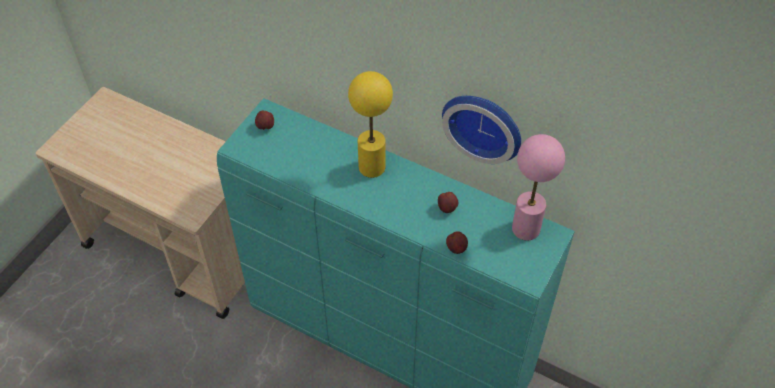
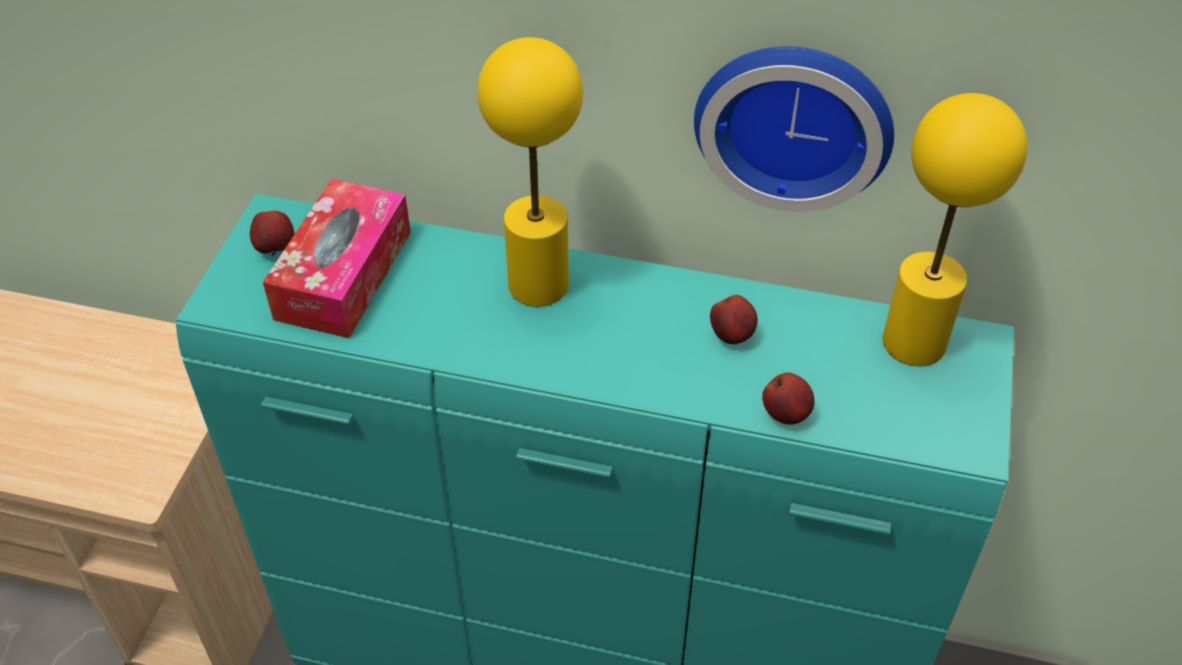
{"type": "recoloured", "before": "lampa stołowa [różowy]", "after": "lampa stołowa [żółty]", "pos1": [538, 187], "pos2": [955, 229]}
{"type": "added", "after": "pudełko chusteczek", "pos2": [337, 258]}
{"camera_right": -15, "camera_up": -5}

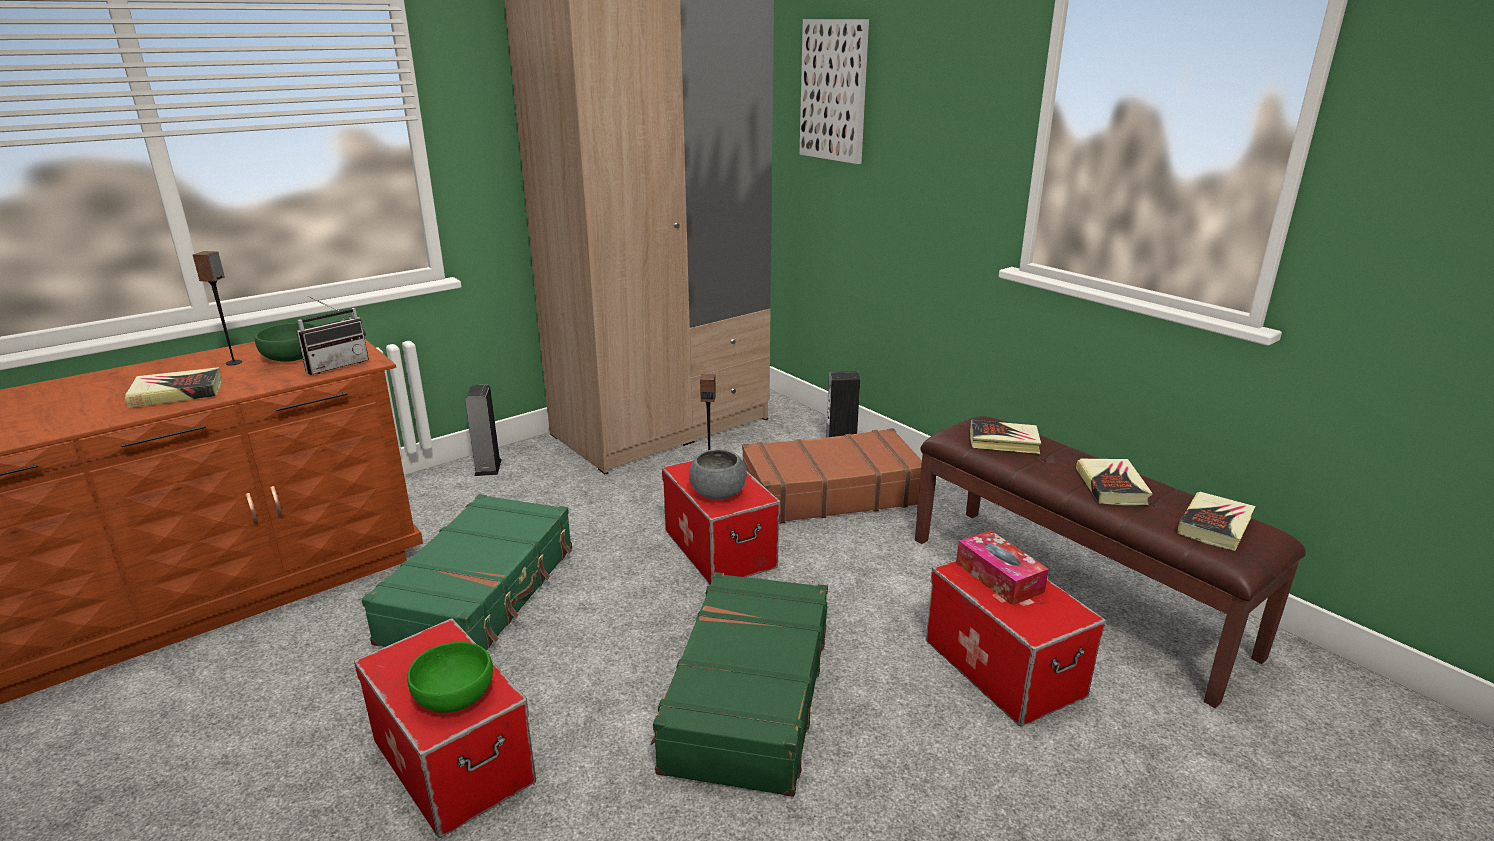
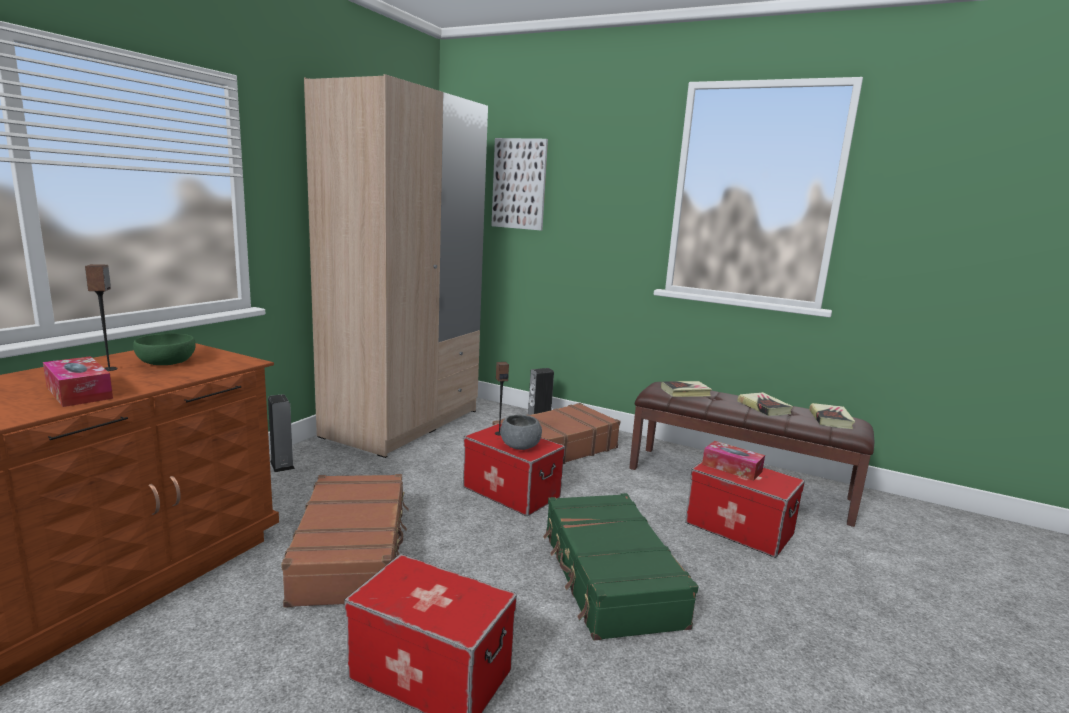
{"type": "removed", "before": "radio", "pos1": [332, 335]}
{"type": "replaced", "before": "książka", "after": "pudełko chusteczek", "pos1": [173, 387], "pos2": [78, 381]}
{"type": "recoloured", "before": "walizka [zielony]", "after": "walizka [brązowy]", "pos1": [466, 572], "pos2": [345, 541]}
{"type": "removed", "before": "miska [zielony]", "pos1": [450, 677]}
{"camera_right": -25, "camera_up": -10}

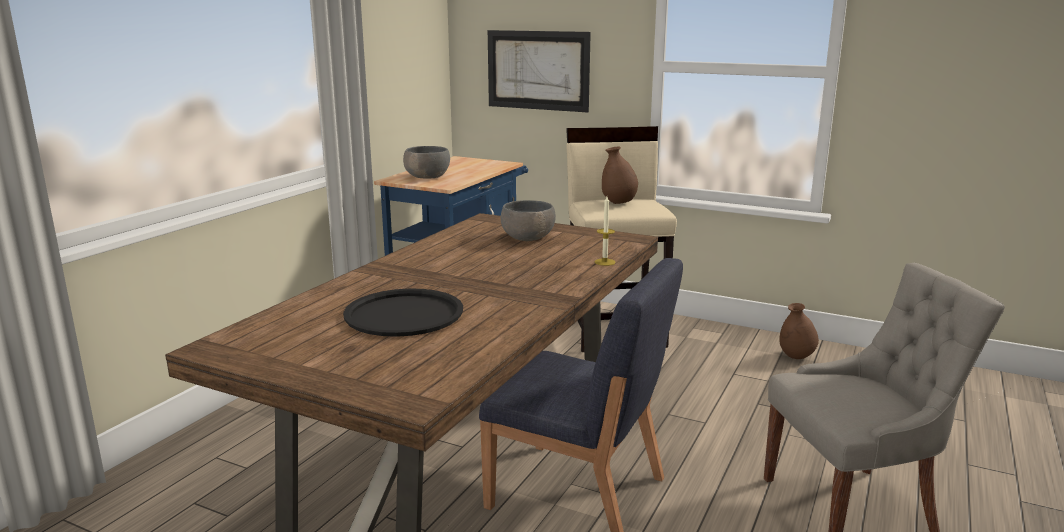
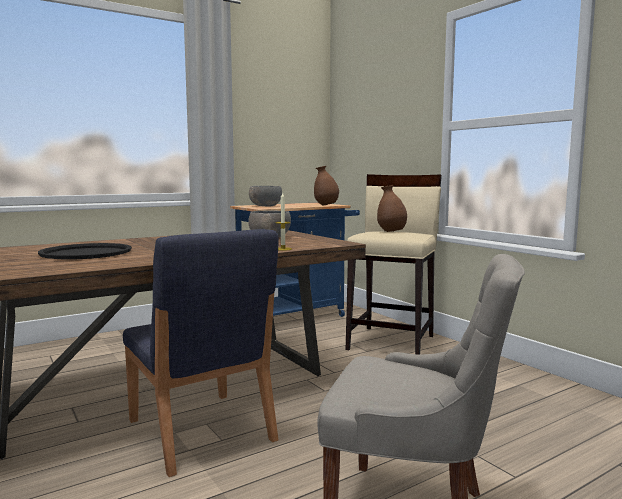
{"type": "removed", "before": "obraz", "pos1": [539, 71]}
{"type": "moved", "before": "wazon [brązowy]", "pos1": [799, 331], "pos2": [326, 185]}
{"camera_right": 30, "camera_up": -10}

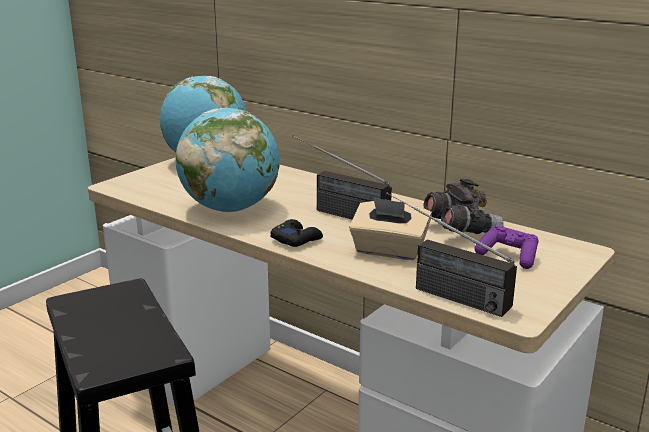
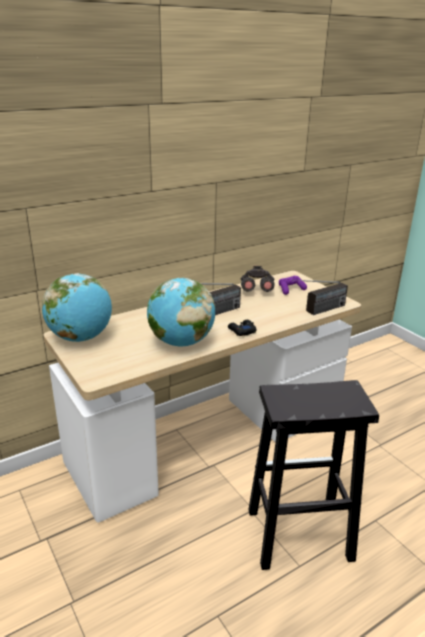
{"type": "removed", "before": "pudełko chusteczek [beżowy]", "pos1": [390, 228]}
{"camera_right": -70, "camera_up": 5}

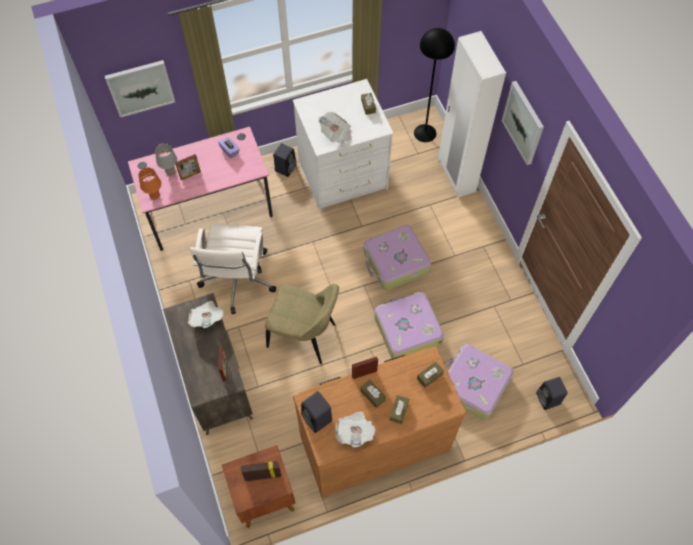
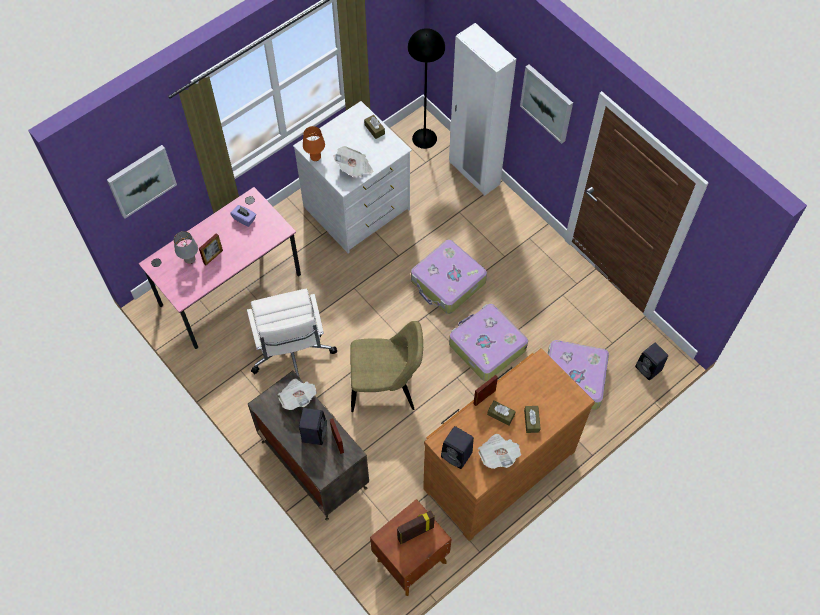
{"type": "moved", "before": "głośnik [czarny]", "pos1": [284, 160], "pos2": [313, 426]}
{"type": "moved", "before": "lampa stołowa [pomarańczowy]", "pos1": [149, 183], "pos2": [314, 143]}
{"type": "removed", "before": "pudełko chusteczek [brązowy]", "pos1": [430, 375]}
{"camera_right": -20, "camera_up": 0}

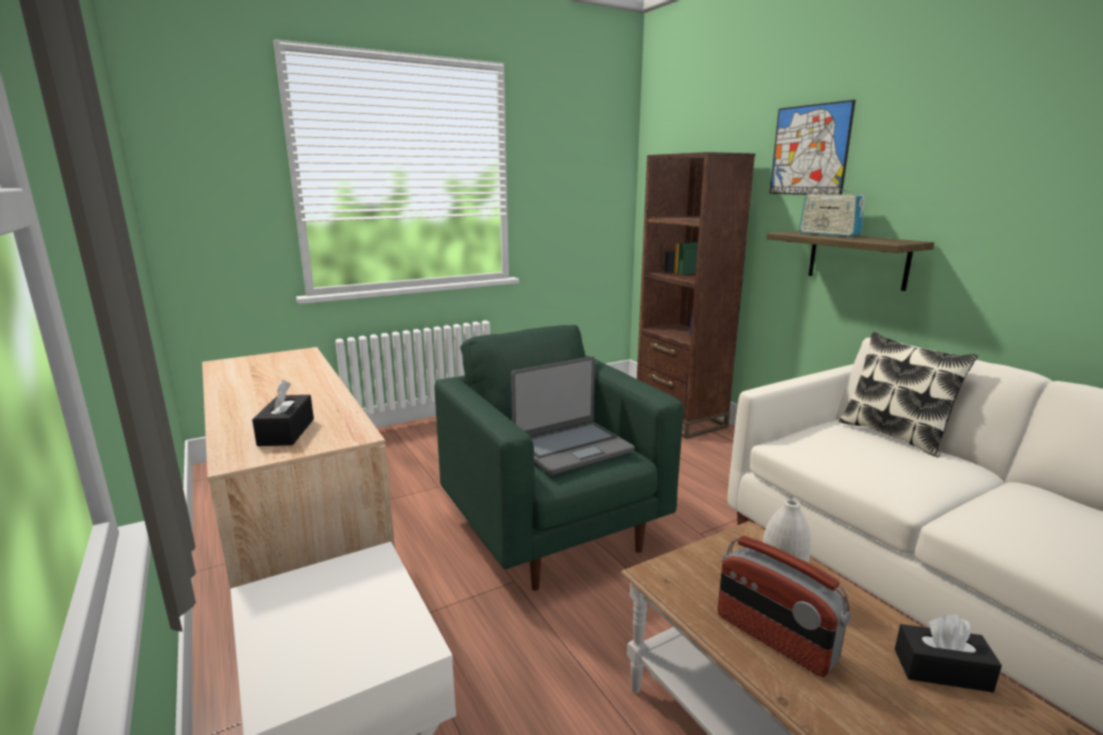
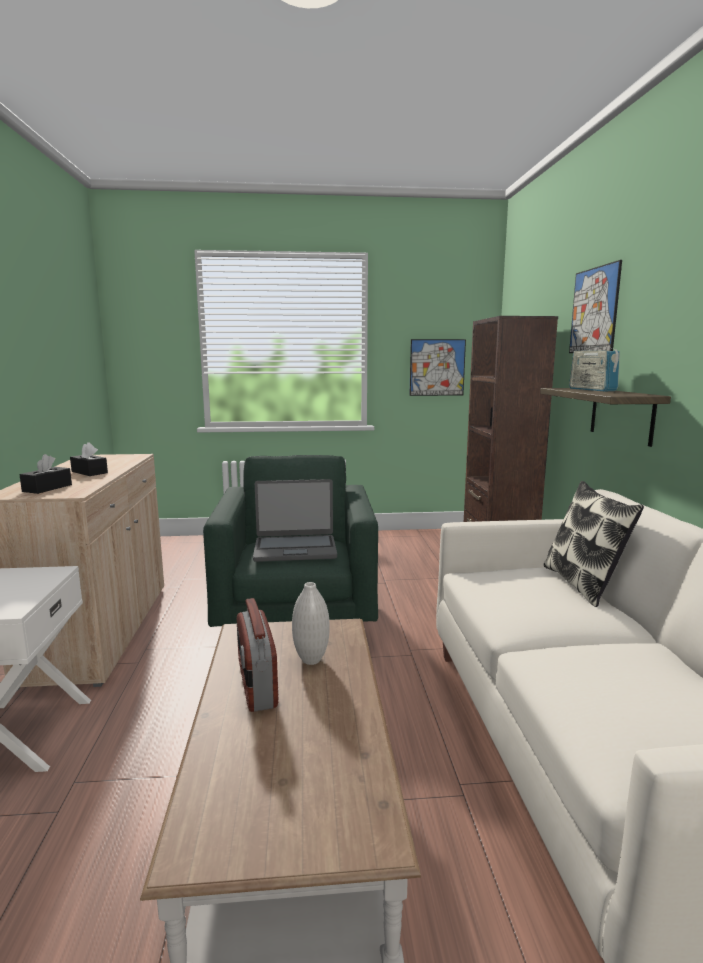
{"type": "moved", "before": "pudełko chusteczek [czarny]", "pos1": [948, 653], "pos2": [89, 459]}
{"type": "added", "after": "obraz", "pos2": [437, 367]}
{"camera_right": 25, "camera_up": -5}

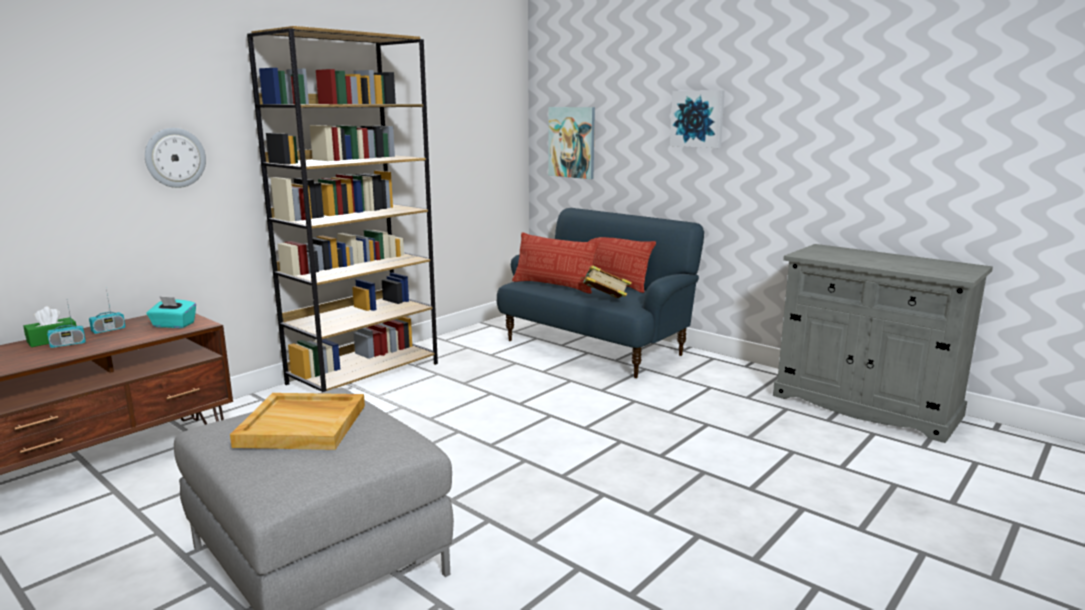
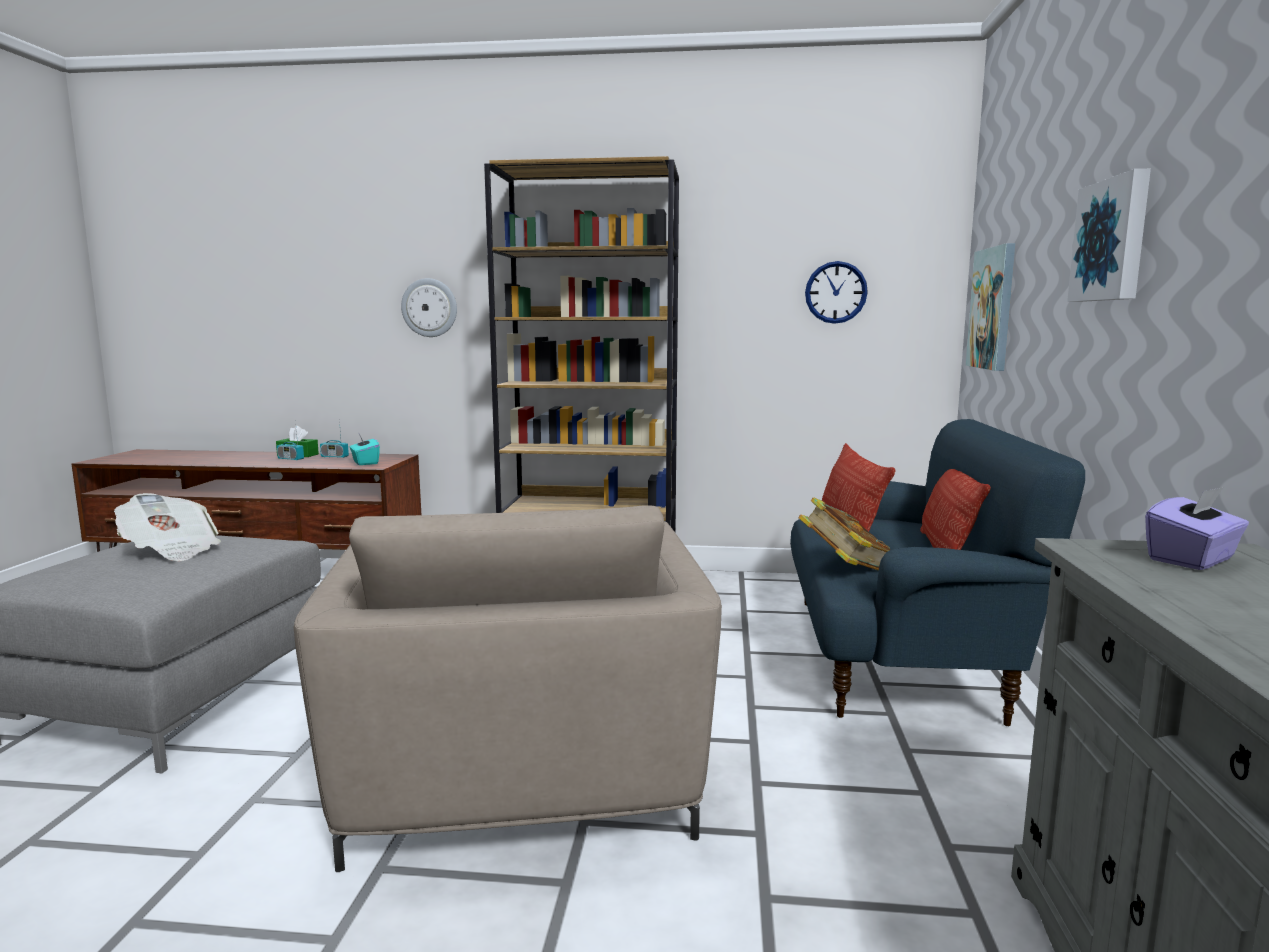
{"type": "replaced", "before": "taca [beżowy]", "after": "gazeta", "pos1": [297, 421], "pos2": [167, 527]}
{"type": "added", "after": "zegar ścienny", "pos2": [836, 292]}
{"type": "added", "after": "pudełko chusteczek [fioletowy]", "pos2": [1197, 528]}
{"type": "added", "after": "fotel [beżowy]", "pos2": [508, 688]}
{"camera_right": 55, "camera_up": -5}

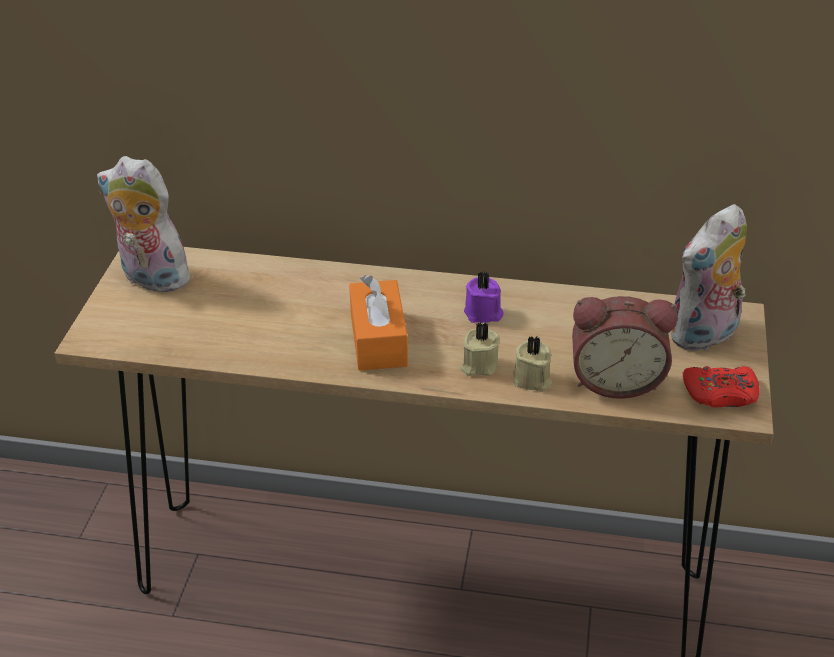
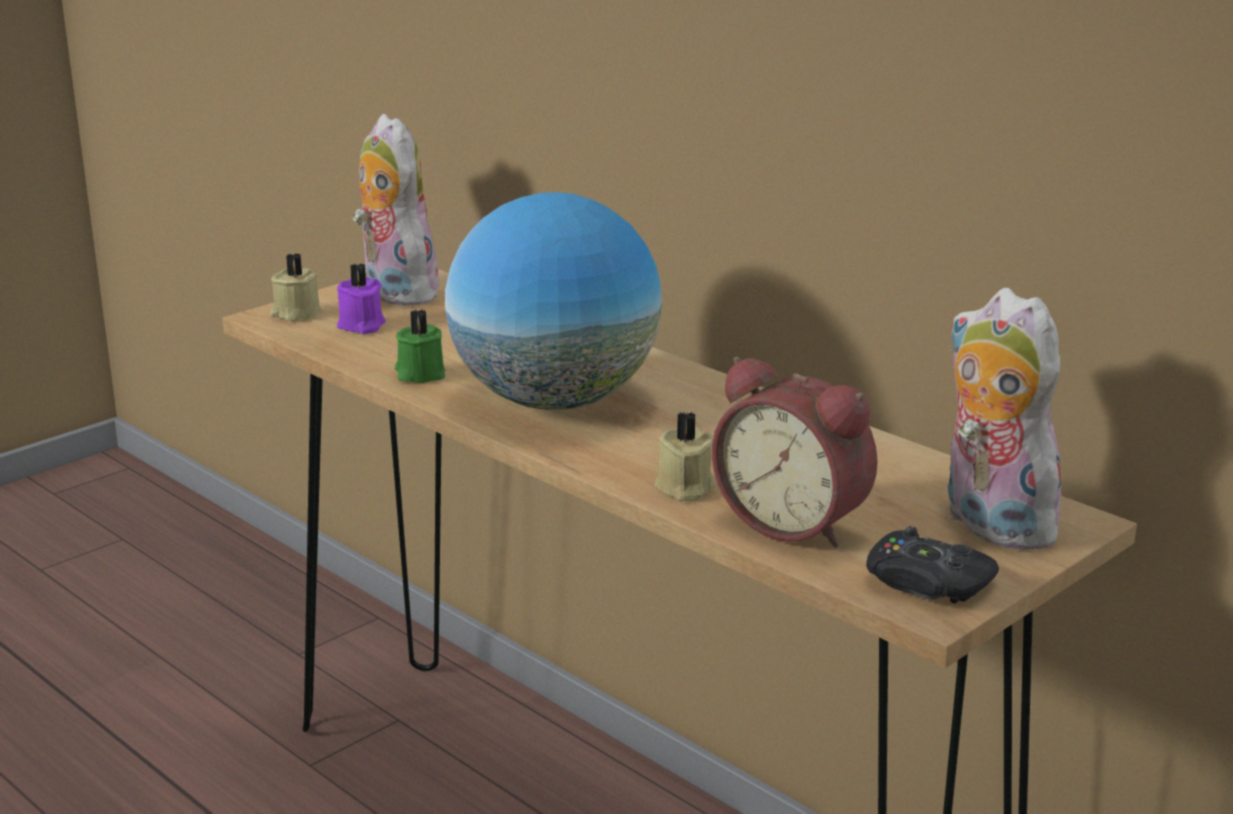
{"type": "turned", "before": "pluszak", "pos1": [709, 277], "pos2": [1010, 419], "turn": 60}
{"type": "moved", "before": "świeca [fioletowy]", "pos1": [484, 297], "pos2": [361, 299]}
{"type": "replaced", "before": "pudełko chusteczek [pomarańczowy]", "after": "globus", "pos1": [378, 323], "pos2": [553, 301]}
{"type": "moved", "before": "świeca [beżowy]", "pos1": [480, 349], "pos2": [296, 287]}
{"type": "recoloured", "before": "pad do gier [czerwony]", "after": "pad do gier [czarny]", "pos1": [721, 386], "pos2": [932, 564]}
{"type": "added", "after": "świeca [zielony]", "pos2": [420, 346]}
{"camera_right": 35, "camera_up": -15}

